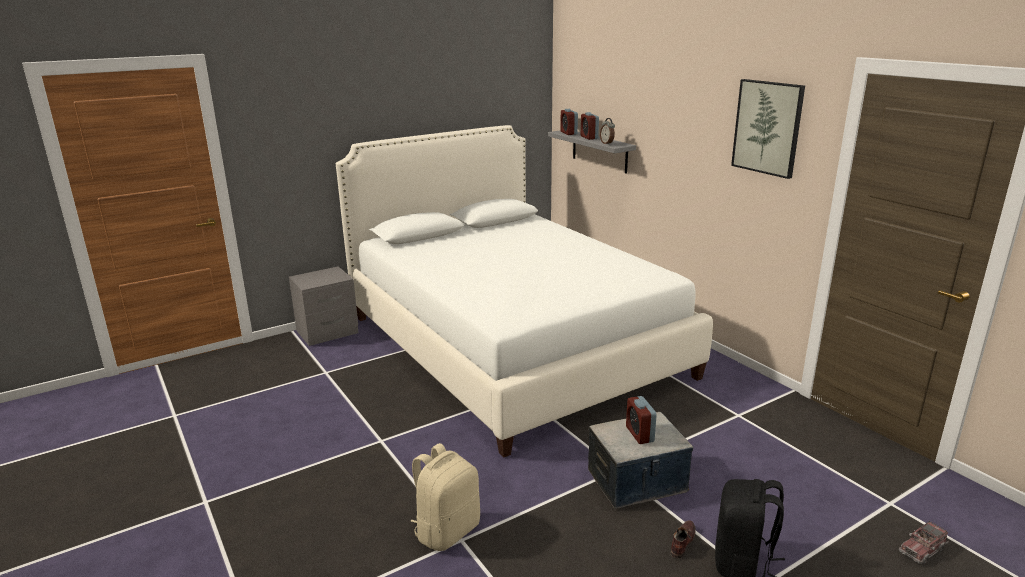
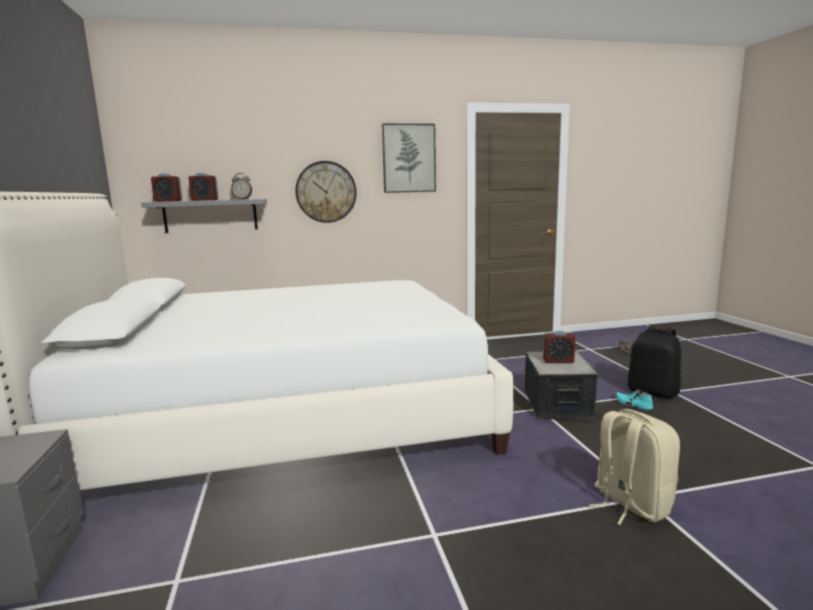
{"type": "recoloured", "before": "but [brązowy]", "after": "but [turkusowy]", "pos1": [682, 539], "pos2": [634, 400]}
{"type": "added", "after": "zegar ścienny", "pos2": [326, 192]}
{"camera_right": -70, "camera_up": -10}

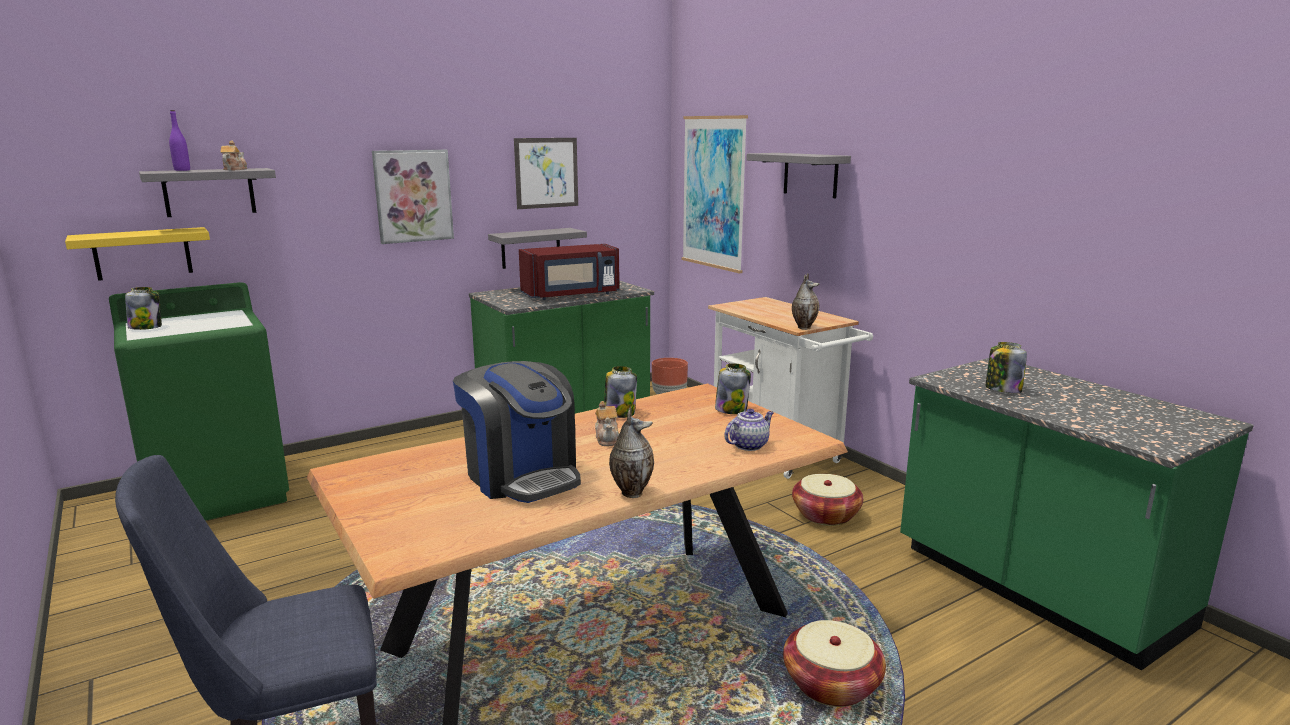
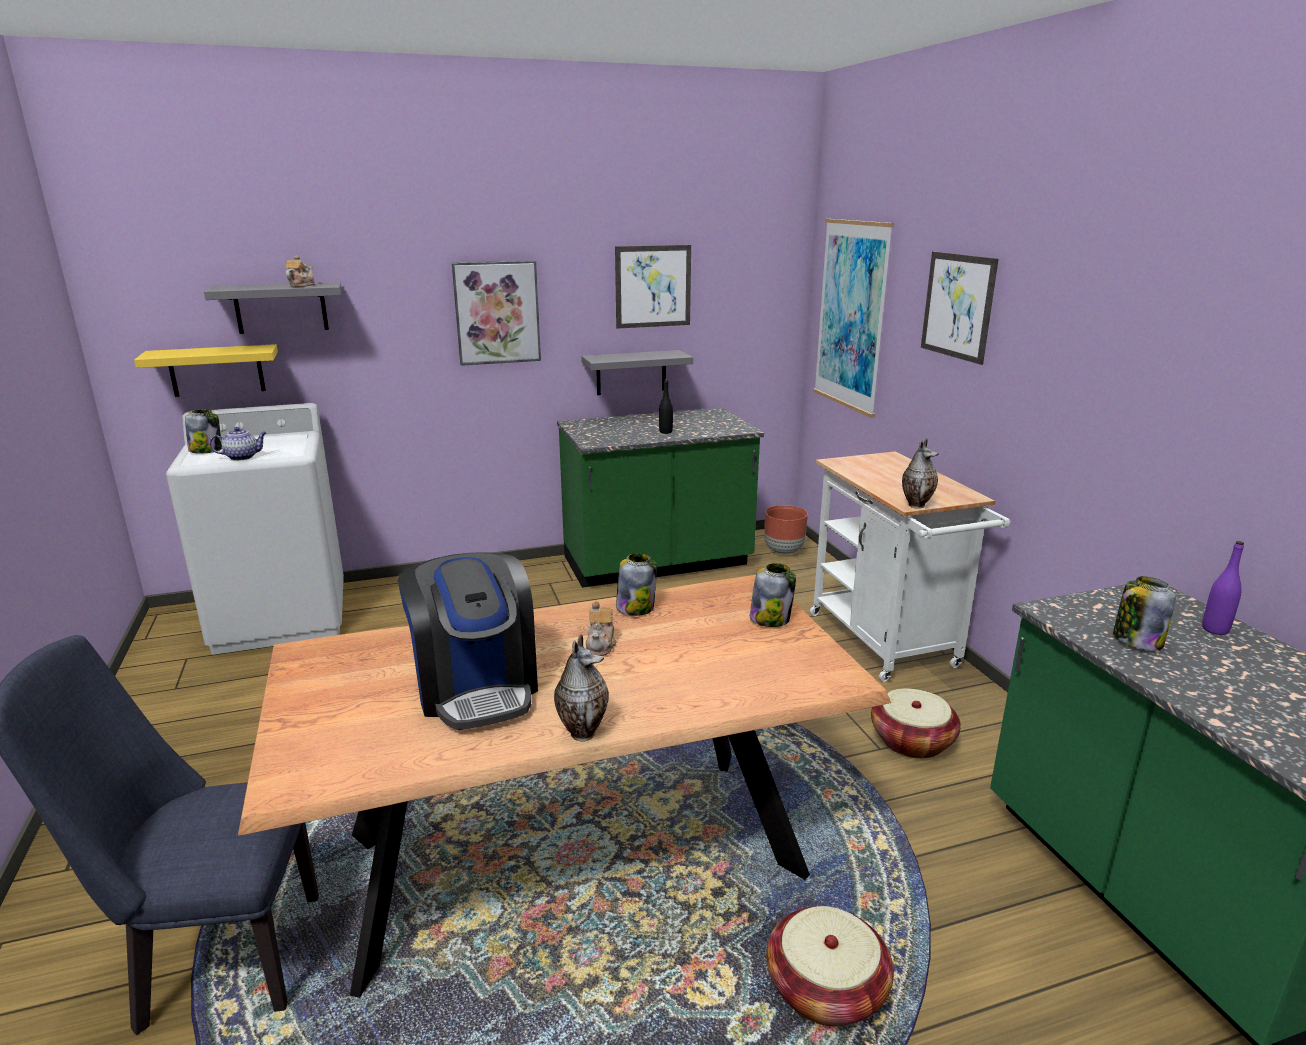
{"type": "moved", "before": "butelka [fioletowy]", "pos1": [179, 140], "pos2": [1223, 588]}
{"type": "replaced", "before": "półka [szary]", "after": "obraz", "pos1": [798, 175], "pos2": [959, 308]}
{"type": "replaced", "before": "mikrofalówka [czerwony]", "after": "butelka [czarny]", "pos1": [569, 272], "pos2": [666, 407]}
{"type": "recoloured", "before": "pralka [zielony]", "after": "pralka [biały]", "pos1": [199, 401], "pos2": [255, 528]}
{"type": "moved", "before": "imbryk", "pos1": [749, 430], "pos2": [238, 444]}
{"camera_right": 15, "camera_up": 5}

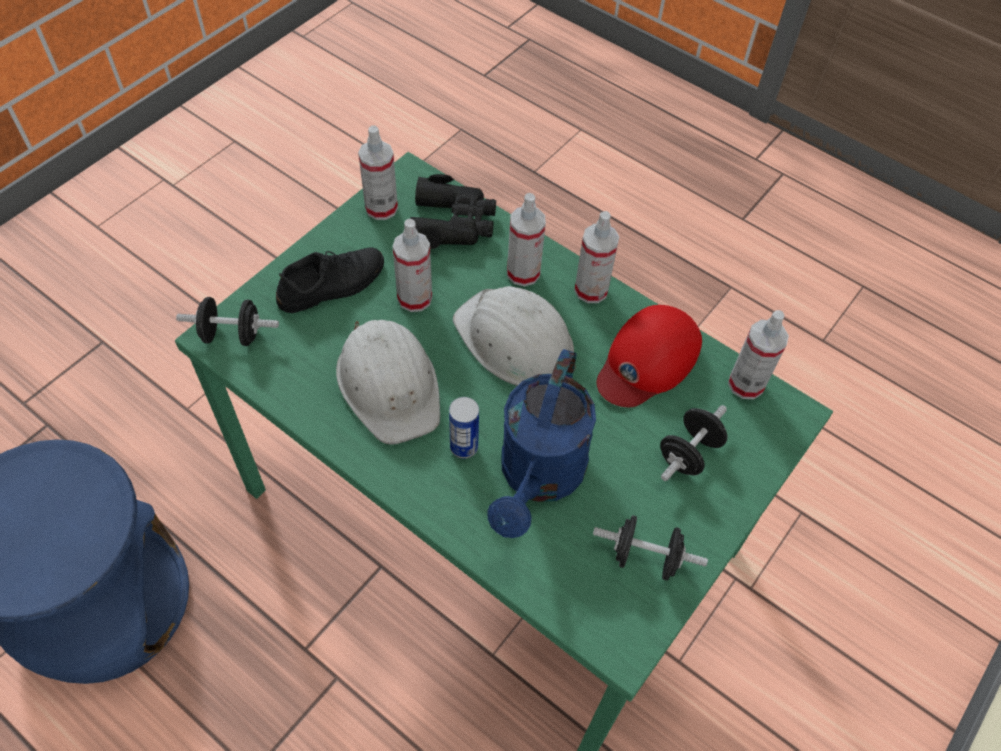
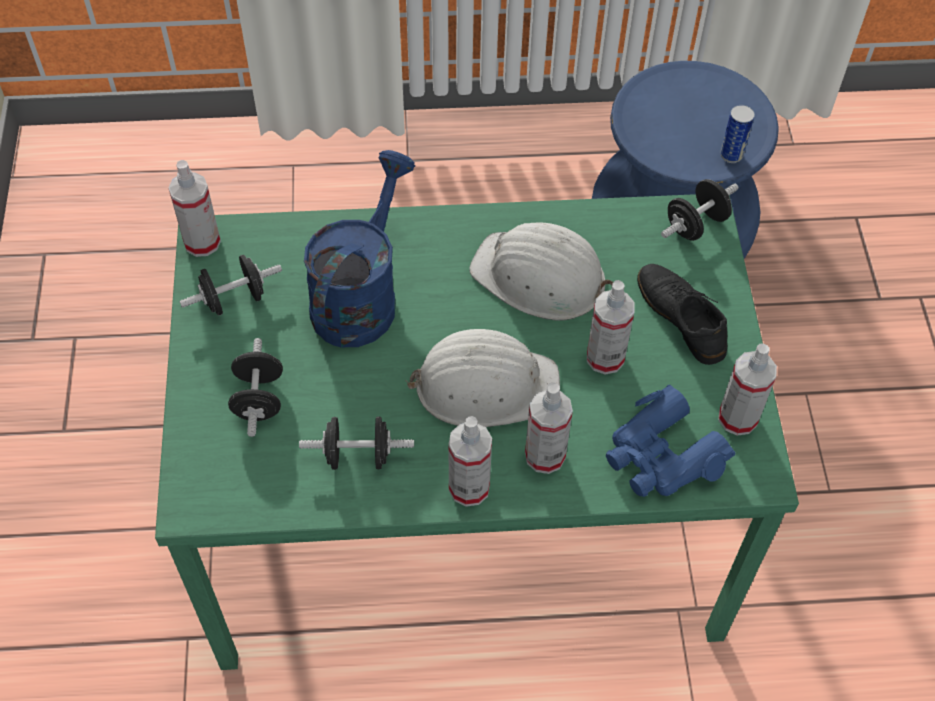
{"type": "recoloured", "before": "lornetka [czarny]", "after": "lornetka [niebieski]", "pos1": [453, 211], "pos2": [670, 441]}
{"type": "turned", "before": "but [czarny]", "pos1": [330, 280], "pos2": [682, 314], "turn": 135}
{"type": "replaced", "before": "czapka z daszkiem [czerwony]", "after": "hantel [czarny]", "pos1": [649, 356], "pos2": [356, 443]}
{"type": "moved", "before": "spryskiwacz", "pos1": [758, 354], "pos2": [194, 208]}
{"type": "turned", "before": "konewka [niebieski]", "pos1": [541, 443], "pos2": [359, 248], "turn": 45}
{"type": "moved", "before": "puszka", "pos1": [464, 428], "pos2": [737, 134]}
{"camera_right": 140, "camera_up": 0}

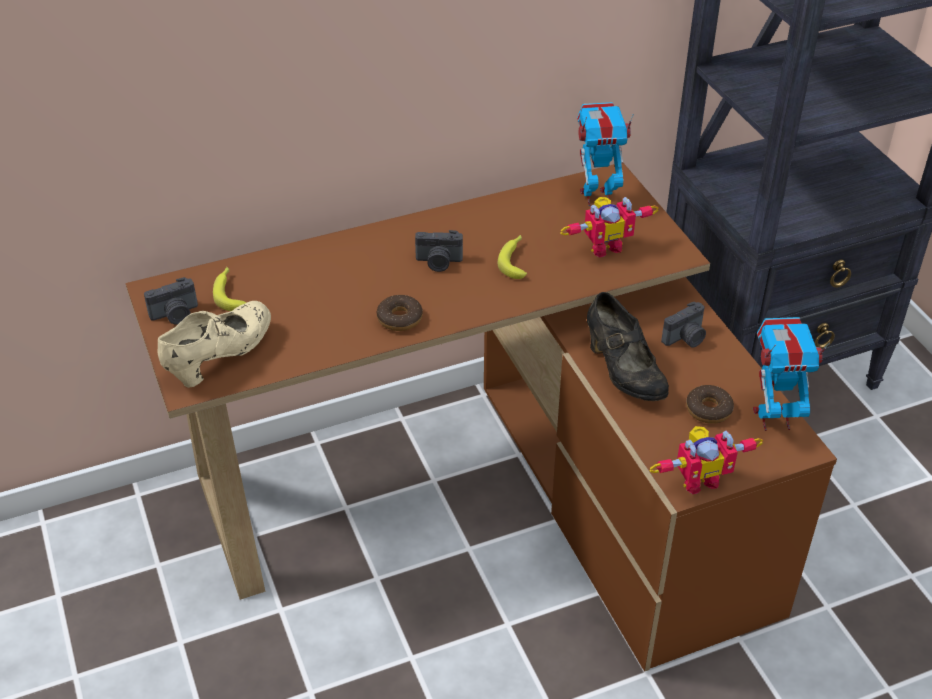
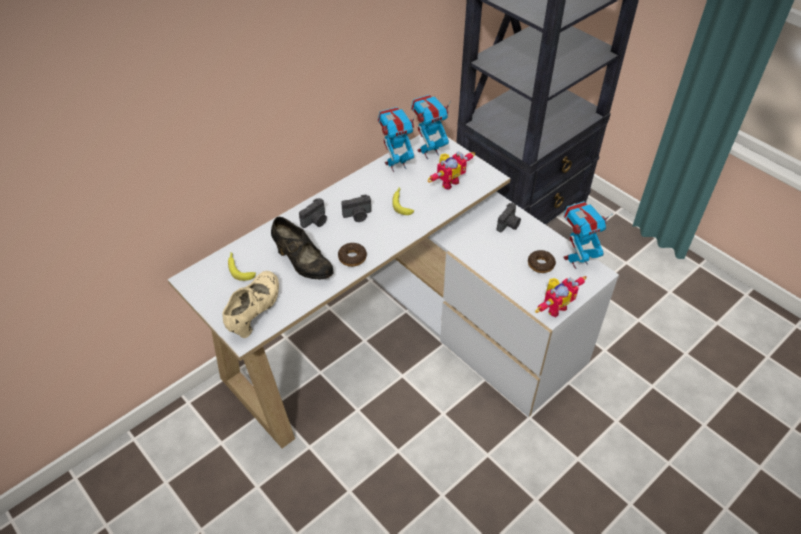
{"type": "recoloured", "before": "biurko [brązowy]", "after": "biurko [biały]", "pos1": [481, 417], "pos2": [393, 289]}
{"type": "moved", "before": "aparat fotograficzny", "pos1": [171, 301], "pos2": [313, 213]}
{"type": "moved", "before": "but [czarny]", "pos1": [628, 346], "pos2": [302, 248]}
{"type": "added", "after": "robot zabawkowy", "pos2": [397, 139]}
{"camera_right": -20, "camera_up": 5}

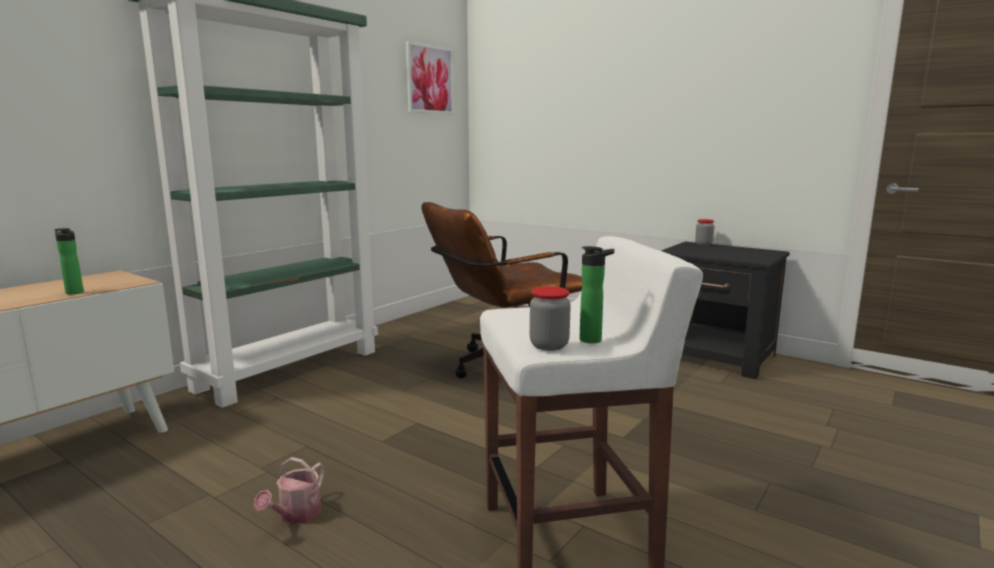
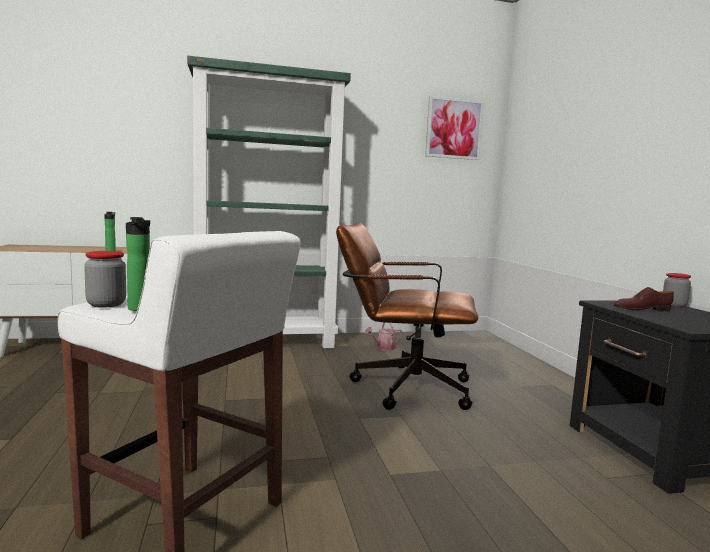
{"type": "moved", "before": "konewka", "pos1": [289, 490], "pos2": [384, 336]}
{"type": "added", "after": "but [brązowy]", "pos2": [644, 299]}
{"camera_right": 40, "camera_up": -5}

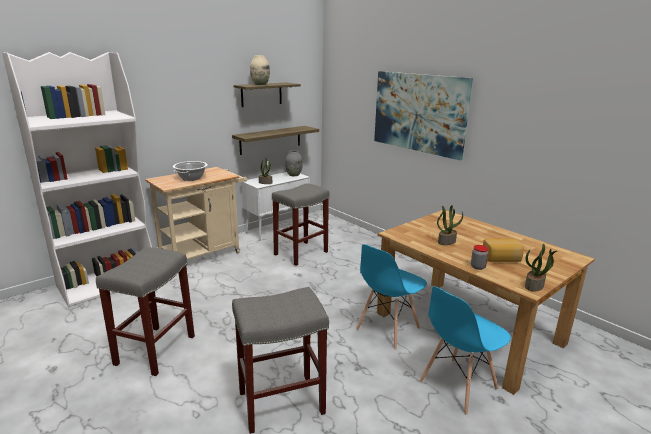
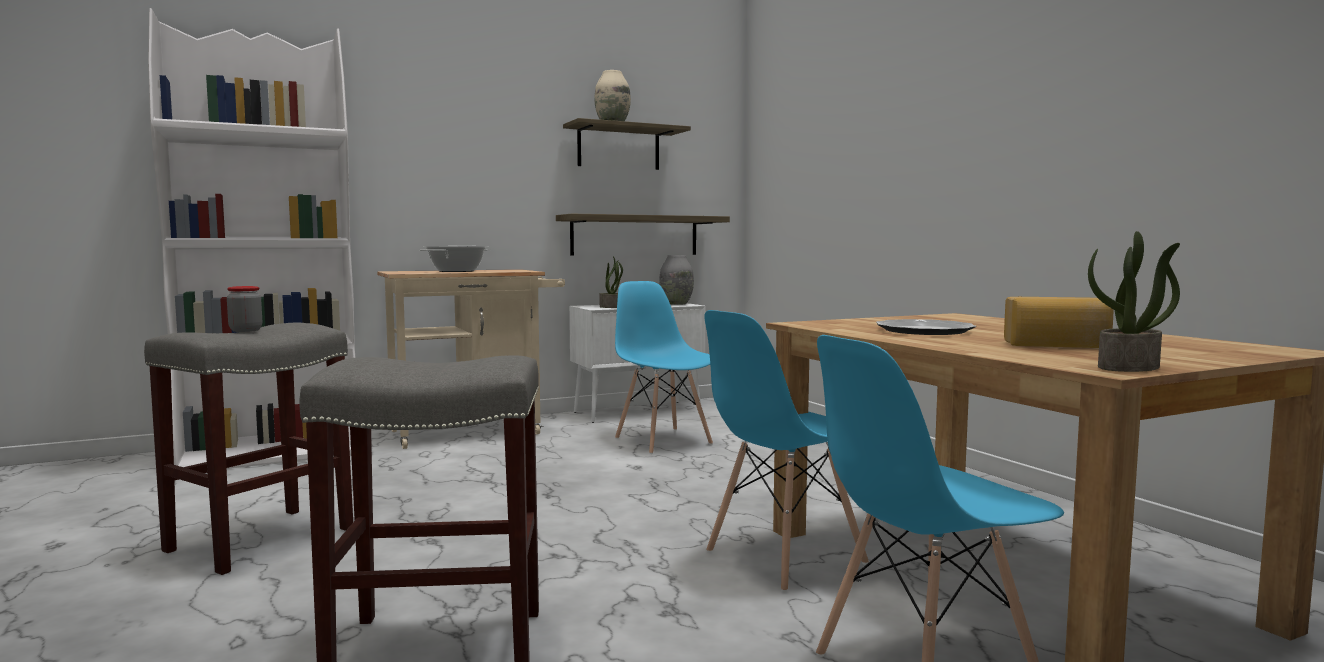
{"type": "removed", "before": "obraz", "pos1": [423, 115]}
{"type": "replaced", "before": "stołek [szary]", "after": "krzesło [niebieski]", "pos1": [301, 224], "pos2": [664, 367]}
{"type": "replaced", "before": "roślina doniczkowa", "after": "talerz", "pos1": [450, 225], "pos2": [926, 327]}
{"type": "moved", "before": "słoik", "pos1": [480, 257], "pos2": [244, 309]}
{"camera_right": 15, "camera_up": -15}

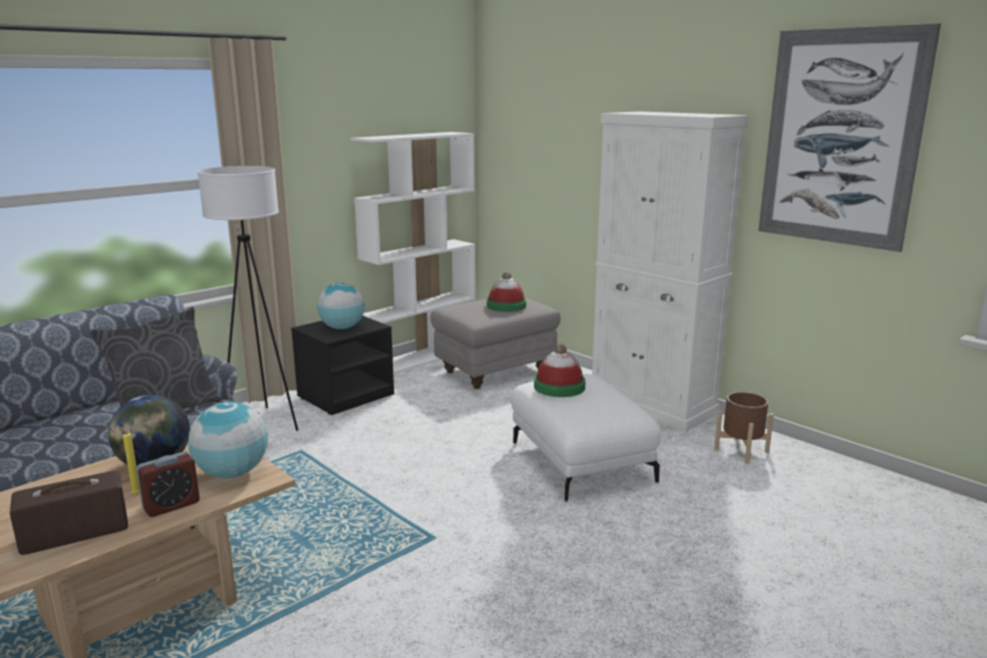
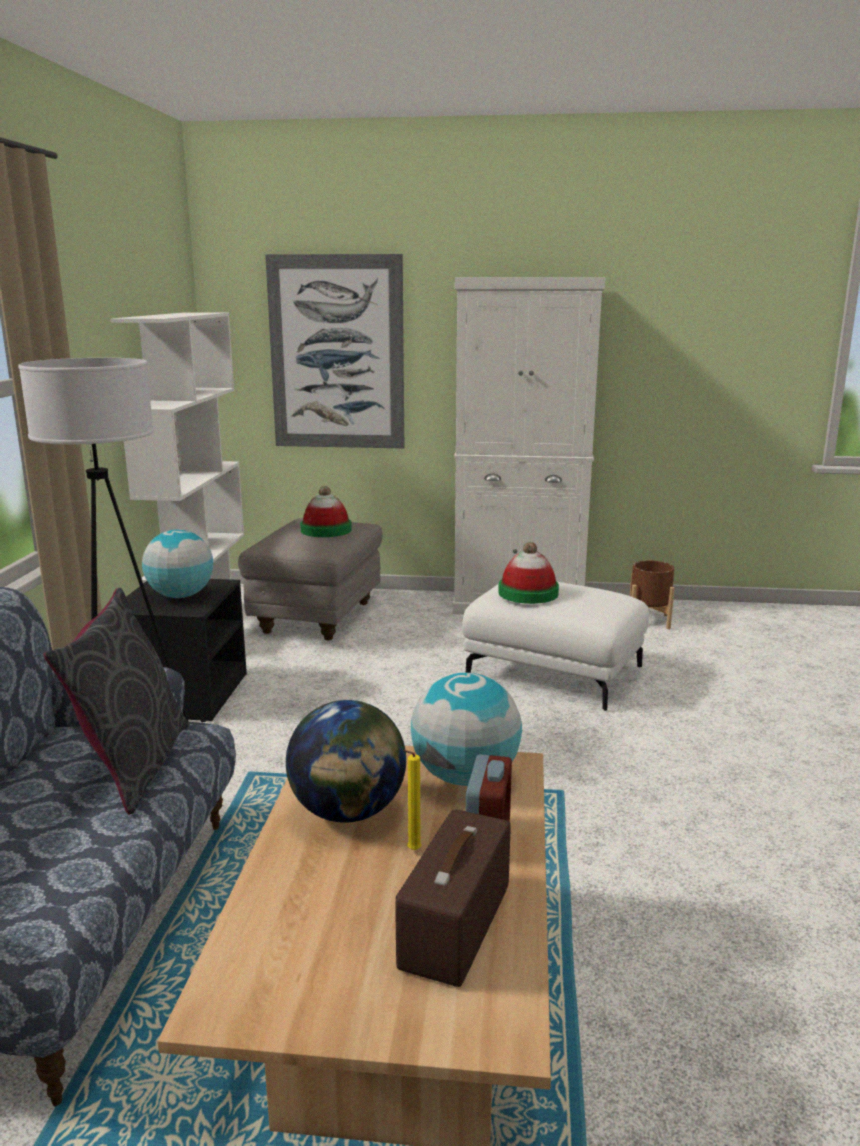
{"type": "moved", "before": "obraz", "pos1": [850, 137], "pos2": [334, 351]}
{"camera_right": -40, "camera_up": 0}

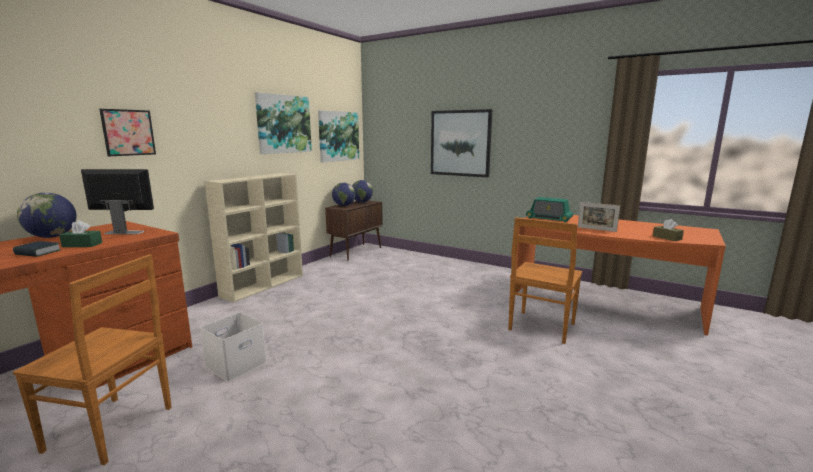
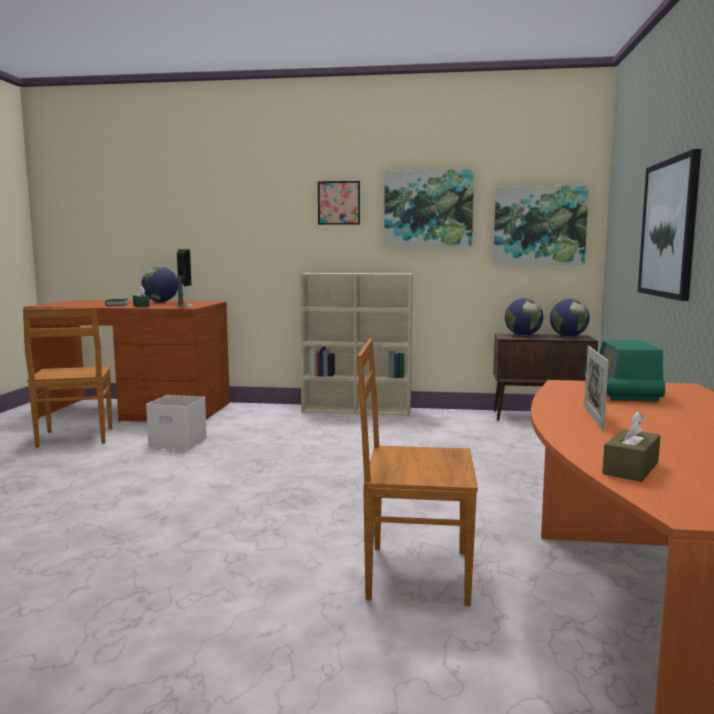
{"type": "moved", "before": "obraz", "pos1": [127, 132], "pos2": [339, 203]}
{"camera_right": 65, "camera_up": -5}

